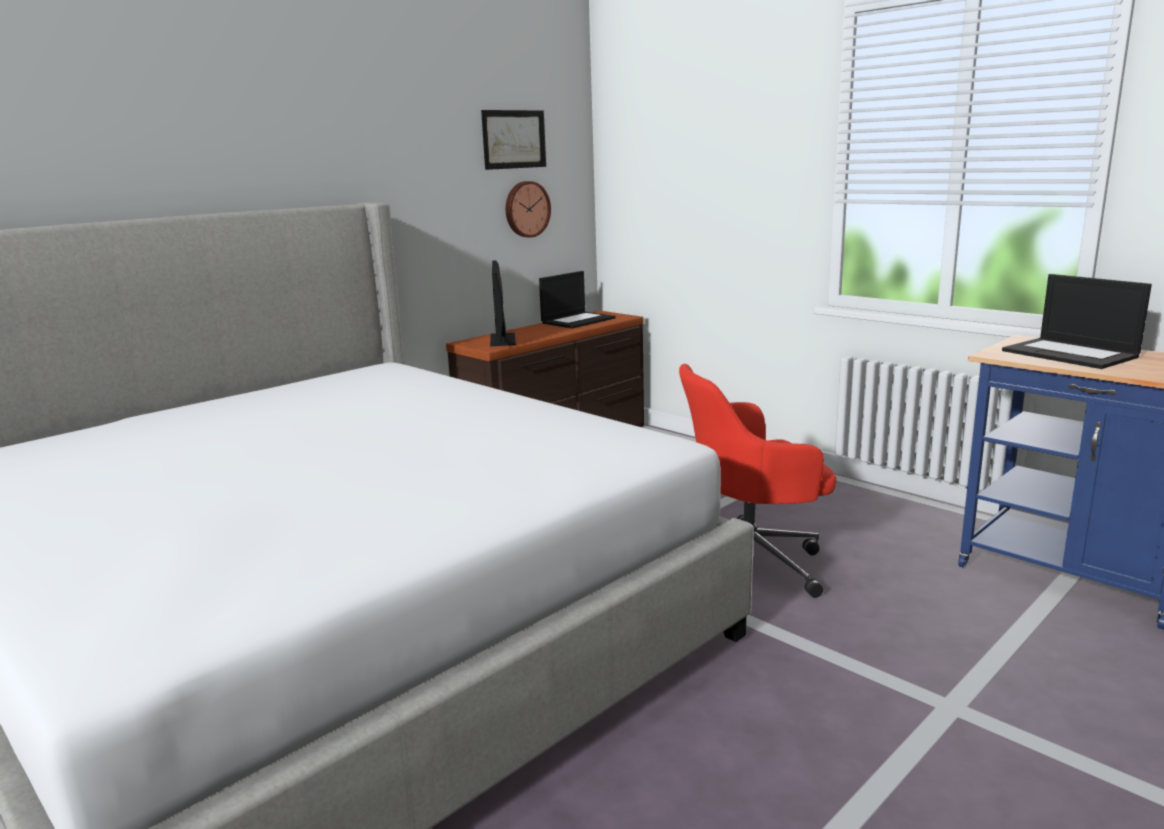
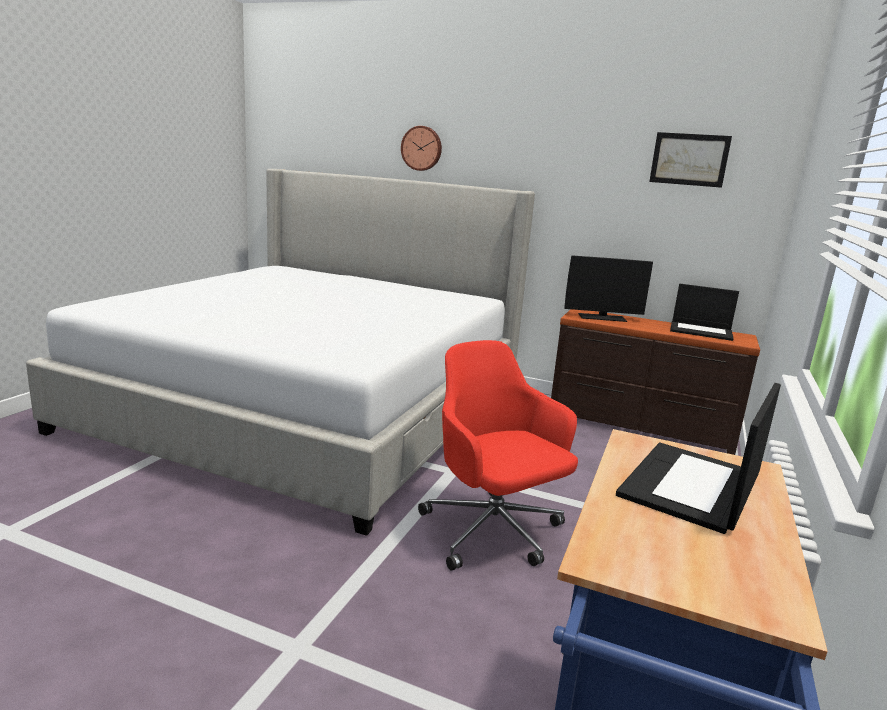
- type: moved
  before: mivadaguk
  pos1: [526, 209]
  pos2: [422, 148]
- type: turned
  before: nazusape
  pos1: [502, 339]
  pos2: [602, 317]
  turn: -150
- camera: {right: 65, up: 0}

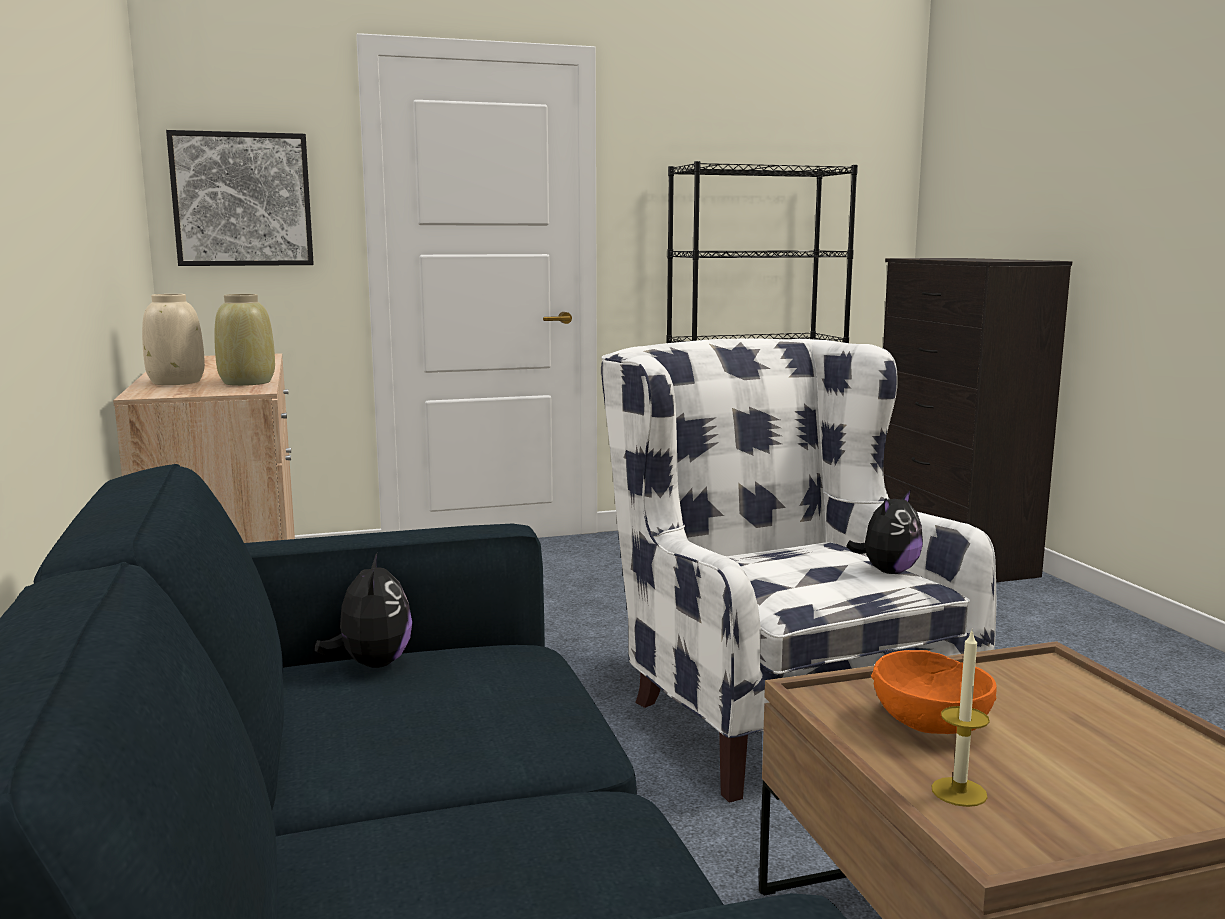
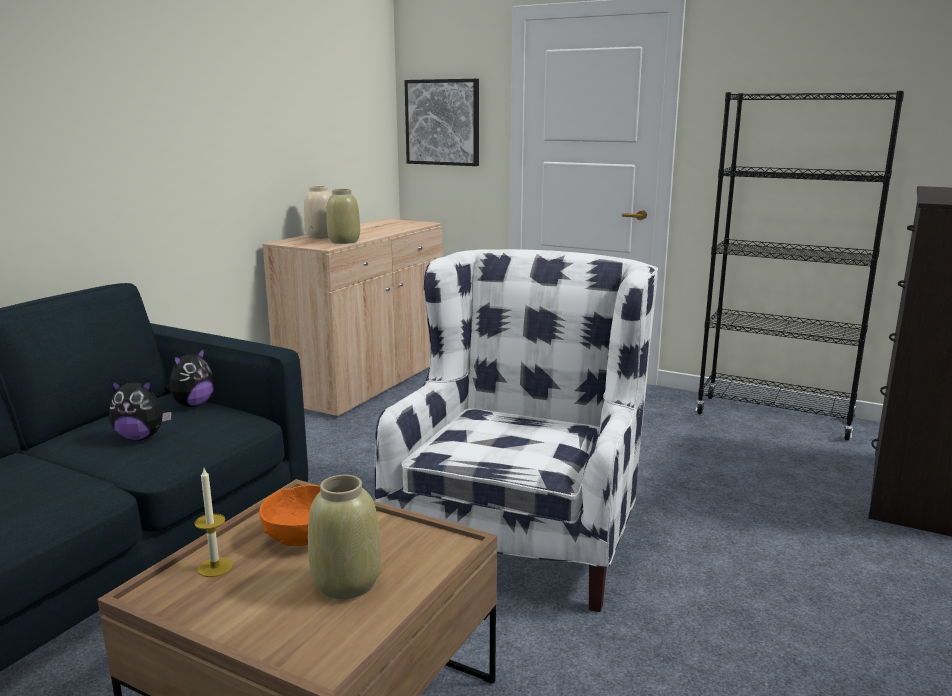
- type: moved
  before: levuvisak
  pos1: [888, 571]
  pos2: [141, 437]
- type: added
  after: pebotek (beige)
  pos2: [346, 584]
- camera: {right: 45, up: 5}

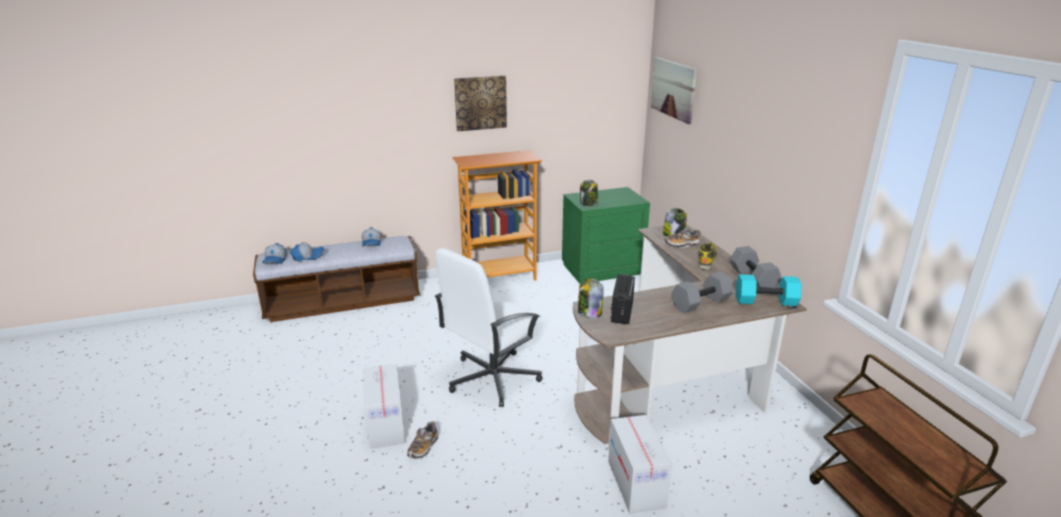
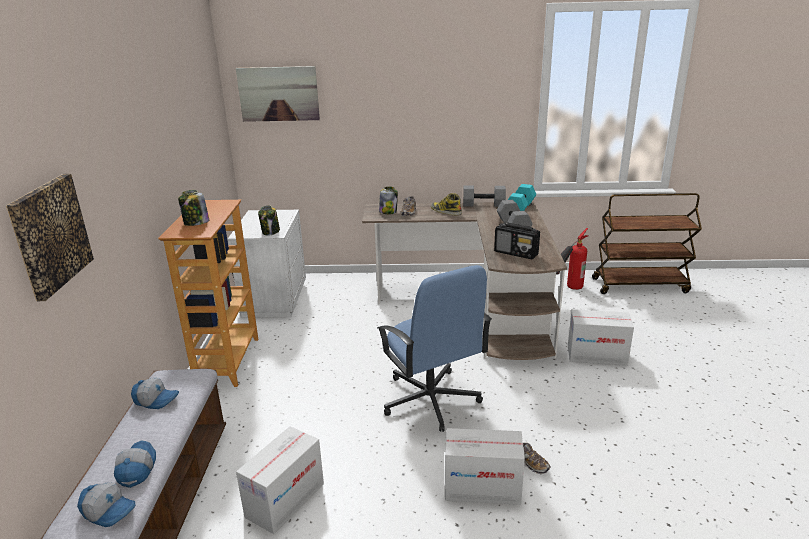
- type: moved
  before: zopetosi
  pos1: [480, 103]
  pos2: [49, 235]
- type: recoloured
  before: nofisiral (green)
  after: nofisiral (white)
  pos1: [601, 269]
  pos2: [273, 299]
- type: recoloured
  before: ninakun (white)
  after: ninakun (blue)
  pos1: [492, 378]
  pos2: [430, 400]
- type: moved
  before: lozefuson
  pos1: [589, 312]
  pos2: [196, 223]
- type: added
  after: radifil
  pos2: [566, 291]
- type: added
  after: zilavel
  pos2: [285, 500]
- camera: {right: -70, up: 0}

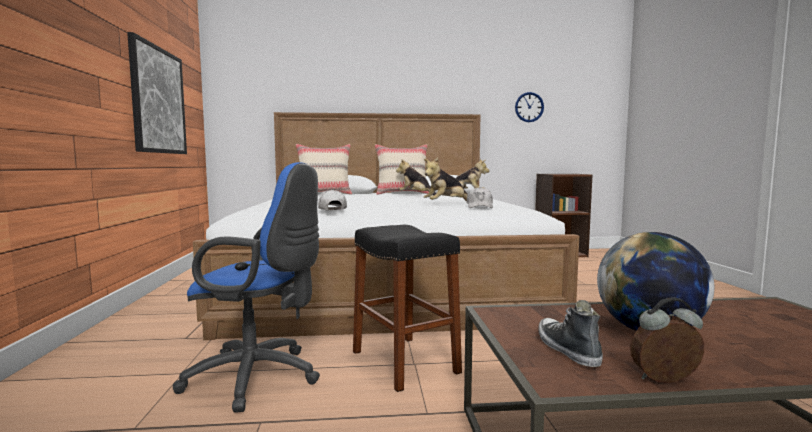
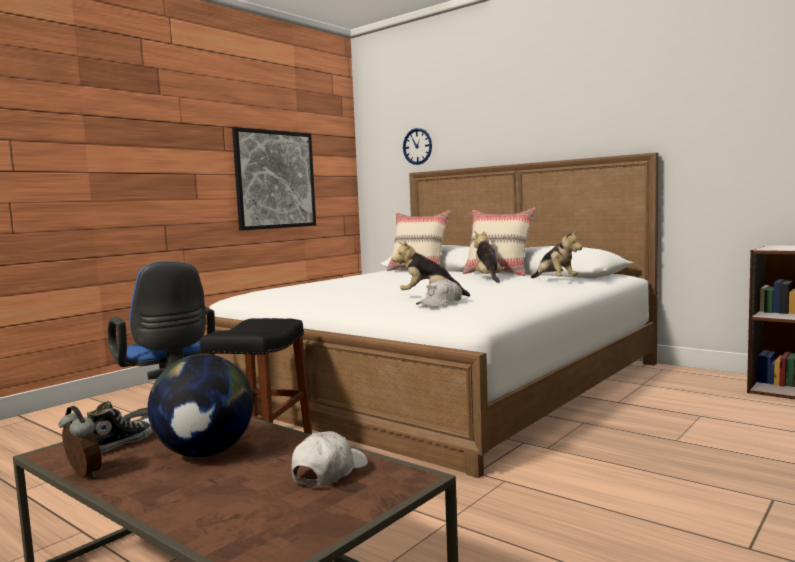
- type: moved
  before: mivadaguk
  pos1: [529, 107]
  pos2: [417, 146]
- type: moved
  before: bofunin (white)
  pos1: [331, 210]
  pos2: [329, 472]
- camera: {right: 45, up: 0}

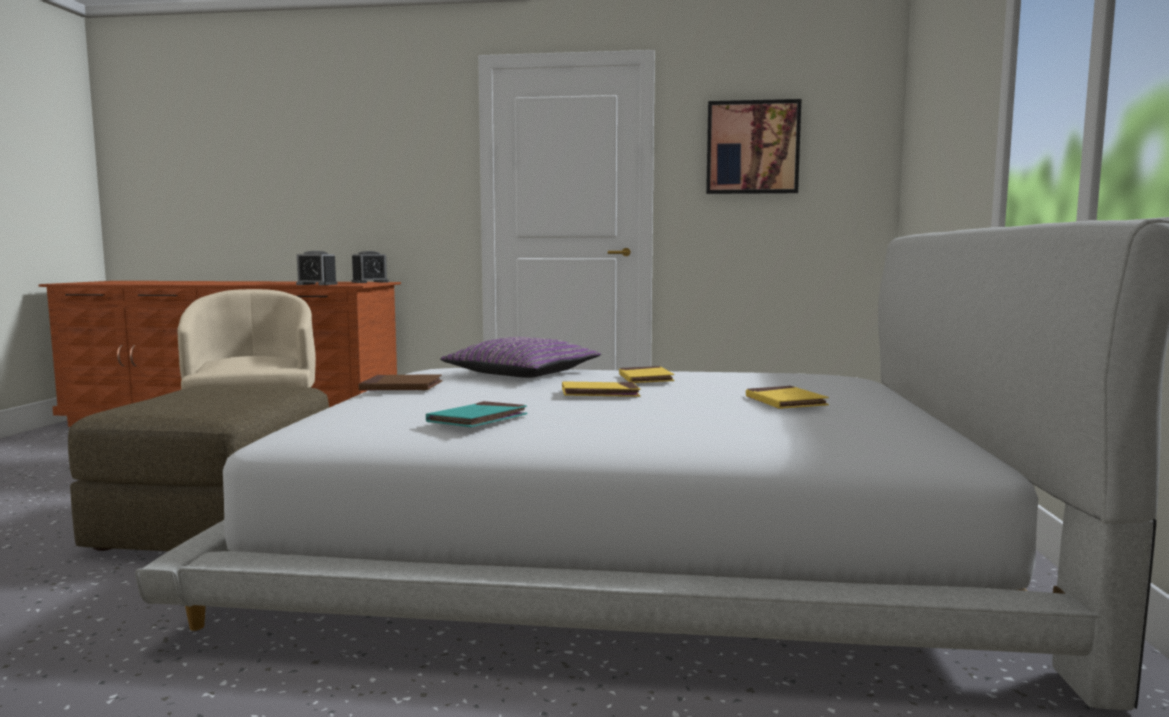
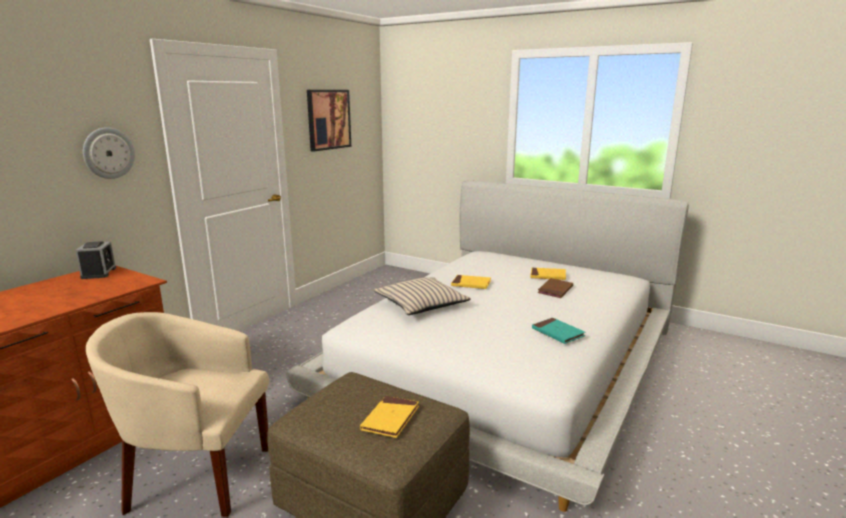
- type: removed
  before: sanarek
  pos1: [317, 284]
- type: recoloured
  before: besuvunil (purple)
  after: besuvunil (beige)
  pos1: [522, 373]
  pos2: [421, 304]
- type: moved
  before: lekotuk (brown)
  pos1: [401, 387]
  pos2: [555, 290]
- type: moved
  before: lekotuk (yellow)
  pos1: [600, 394]
  pos2: [390, 419]
- type: added
  after: mivadaguk
  pos2: [108, 153]
- camera: {right: -65, up: 10}

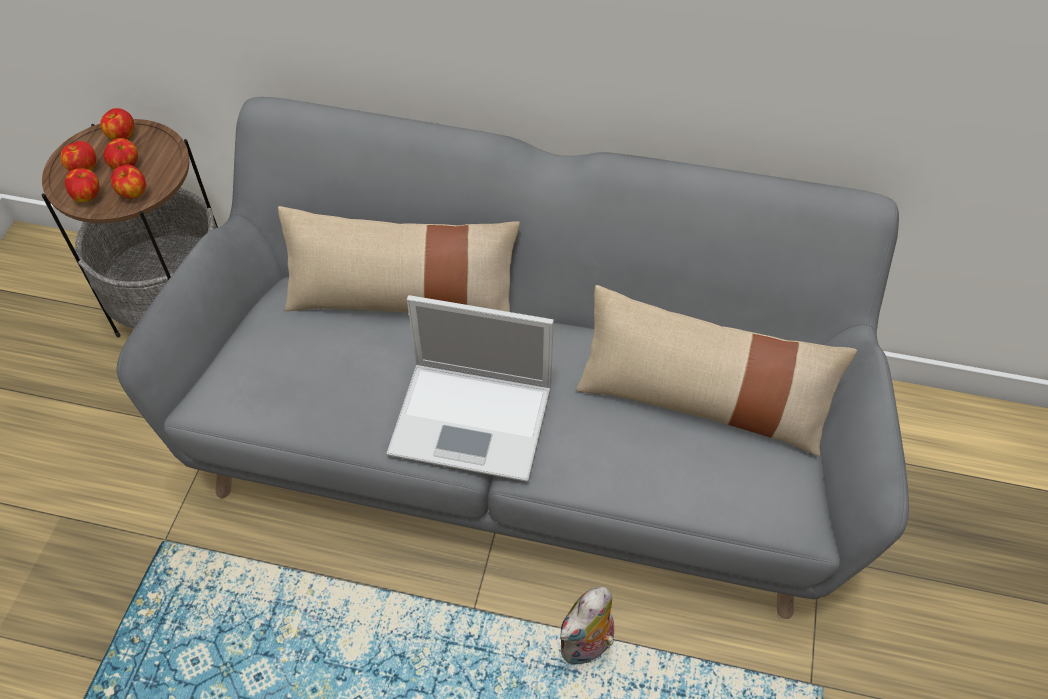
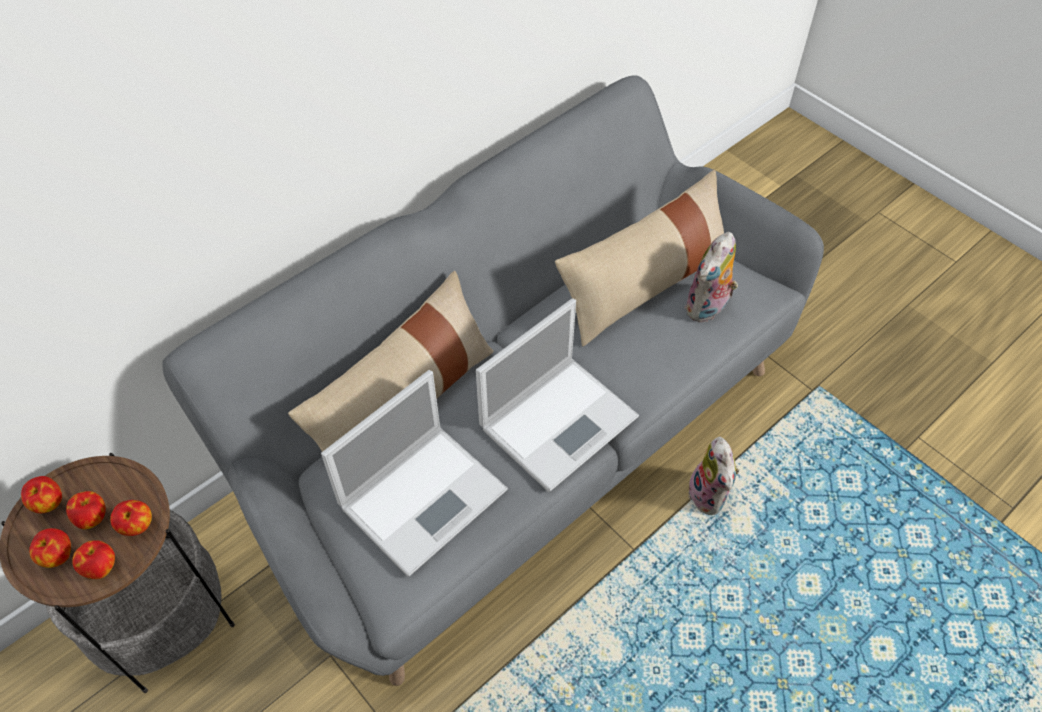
- type: added
  after: levuvisak
  pos2: [707, 308]
- type: added
  after: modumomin
  pos2: [425, 495]
- camera: {right: -55, up: 0}

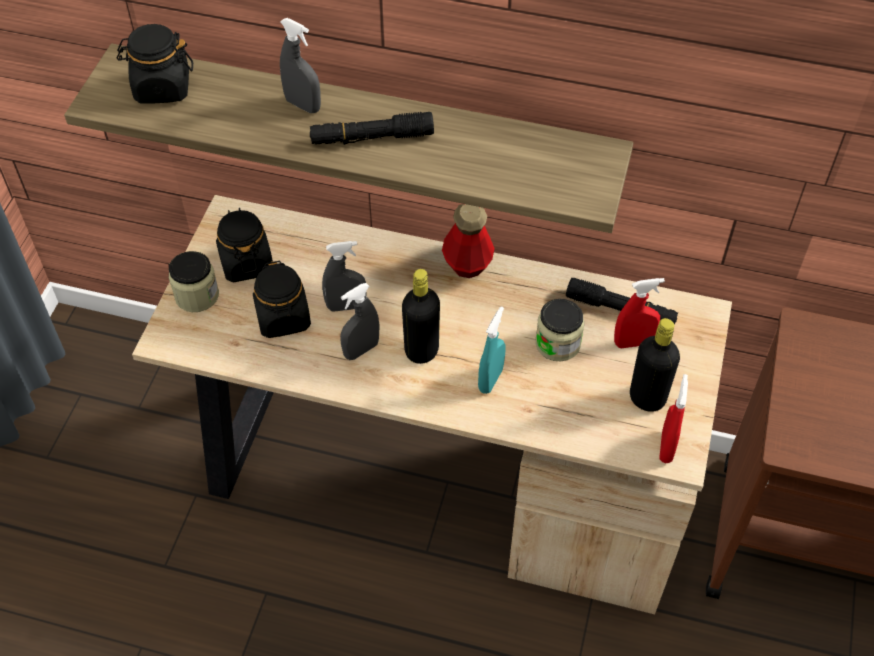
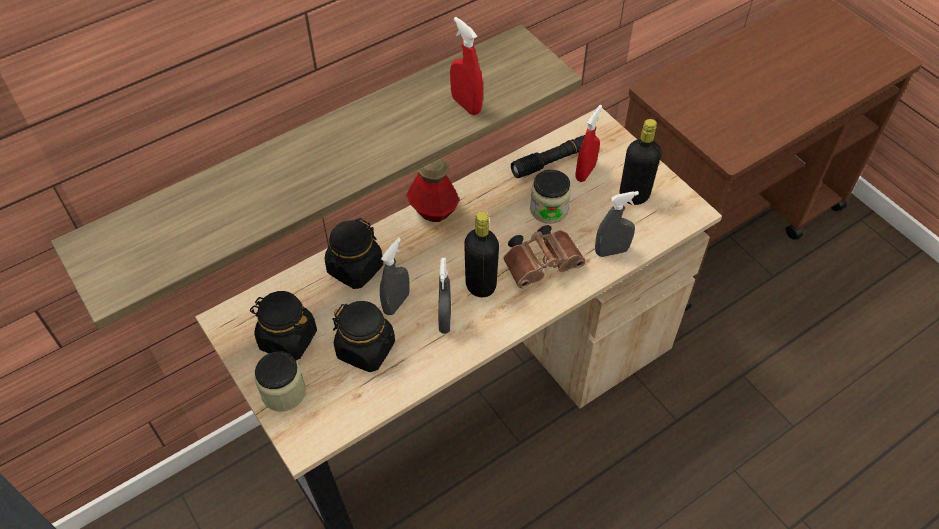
- type: moved
  before: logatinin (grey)
  pos1: [303, 105]
  pos2: [611, 251]
- type: moved
  before: lozefuson (black)
  pos1: [162, 88]
  pos2: [355, 269]
- type: removed
  before: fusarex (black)
  pos1: [371, 138]
- type: replaced
  before: logatinin (turquoise)
  after: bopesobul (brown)
  pos1: [490, 380]
  pos2: [543, 264]
- type: moved
  before: logatinin (red)
  pos1: [666, 447]
  pos2: [466, 105]
- camera: {right: -50, up: 0}

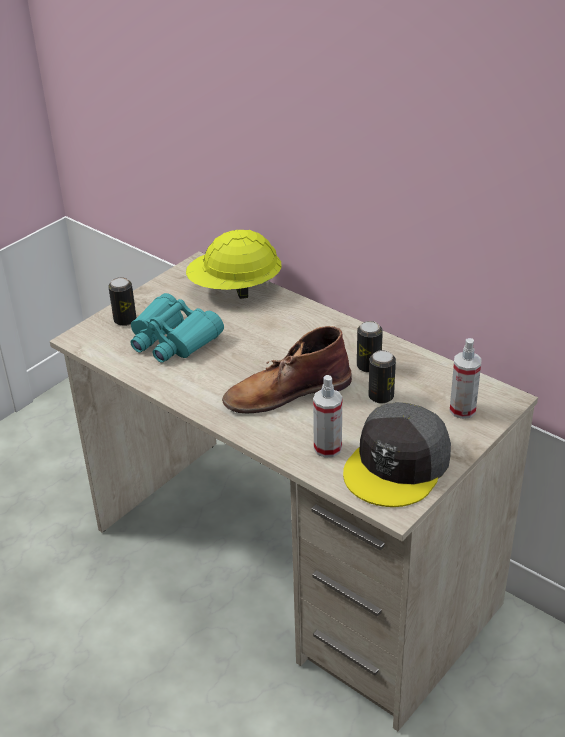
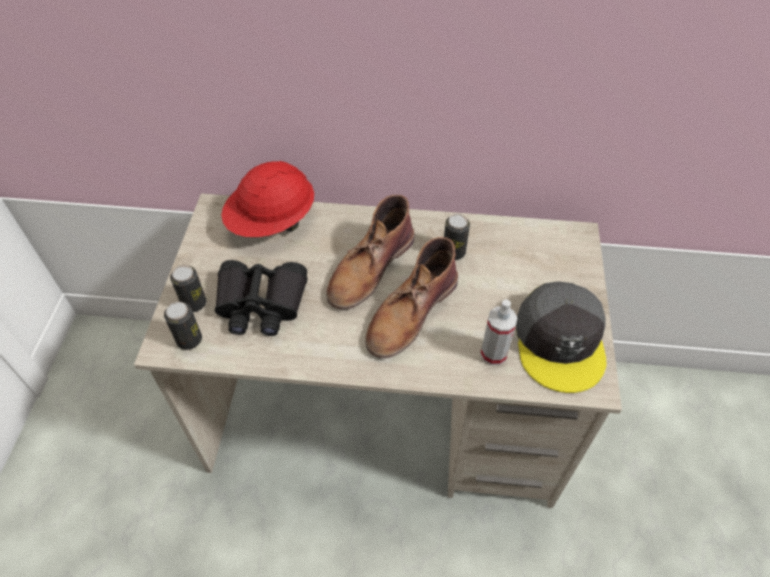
- type: recoloured
  before: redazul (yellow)
  after: redazul (red)
  pos1: [235, 289]
  pos2: [272, 222]
- type: recoloured
  before: bopesobul (turquoise)
  after: bopesobul (black)
  pos1: [173, 339]
  pos2: [261, 304]
- type: removed
  before: logatinin
  pos1: [462, 410]
- type: moved
  before: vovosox
  pos1: [381, 396]
  pos2: [189, 340]
- type: added
  after: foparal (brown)
  pos2: [369, 268]
- camera: {right: -35, up: 15}

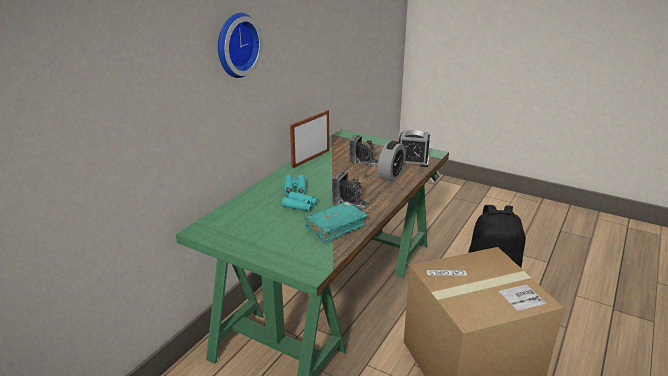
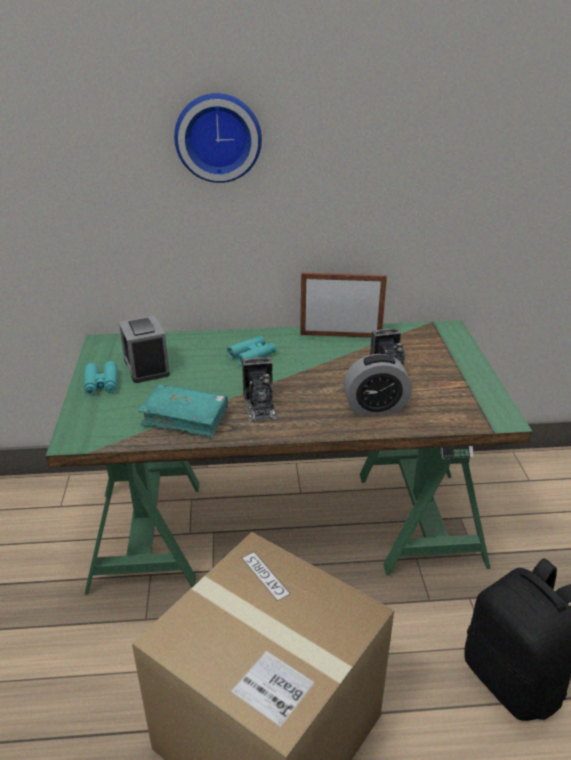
- type: moved
  before: sanarek
  pos1: [412, 161]
  pos2: [146, 367]
- type: moved
  before: bopesobul (turquoise)
  pos1: [300, 205]
  pos2: [101, 384]
- camera: {right: 55, up: 5}

